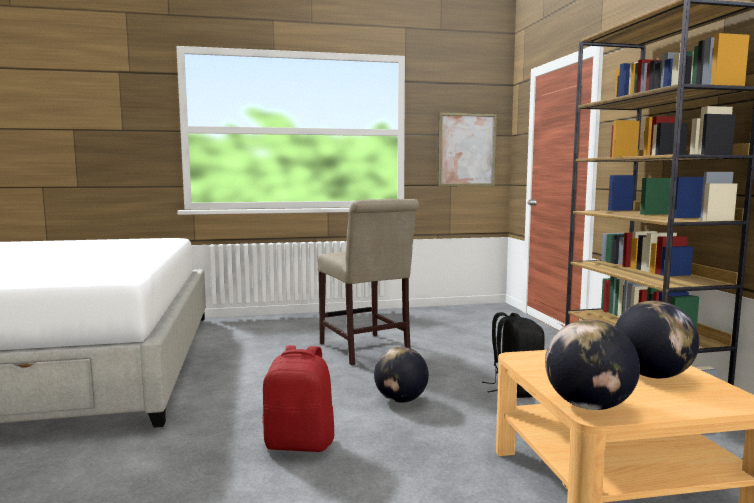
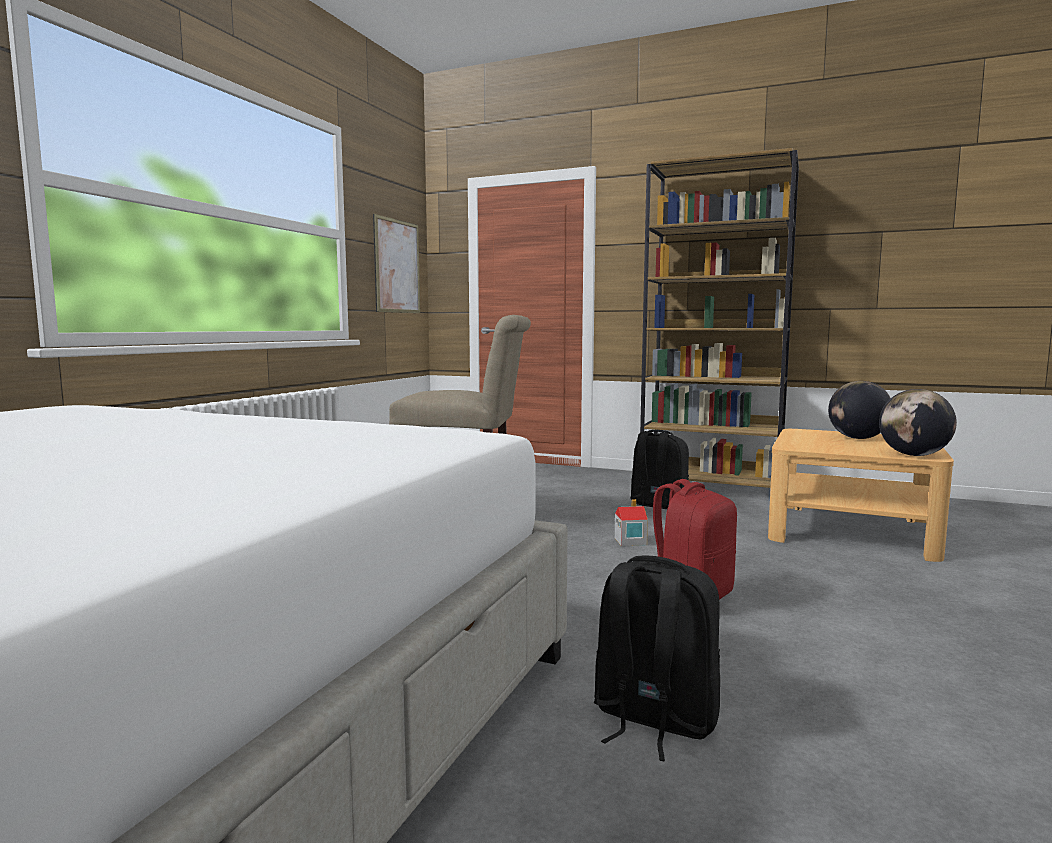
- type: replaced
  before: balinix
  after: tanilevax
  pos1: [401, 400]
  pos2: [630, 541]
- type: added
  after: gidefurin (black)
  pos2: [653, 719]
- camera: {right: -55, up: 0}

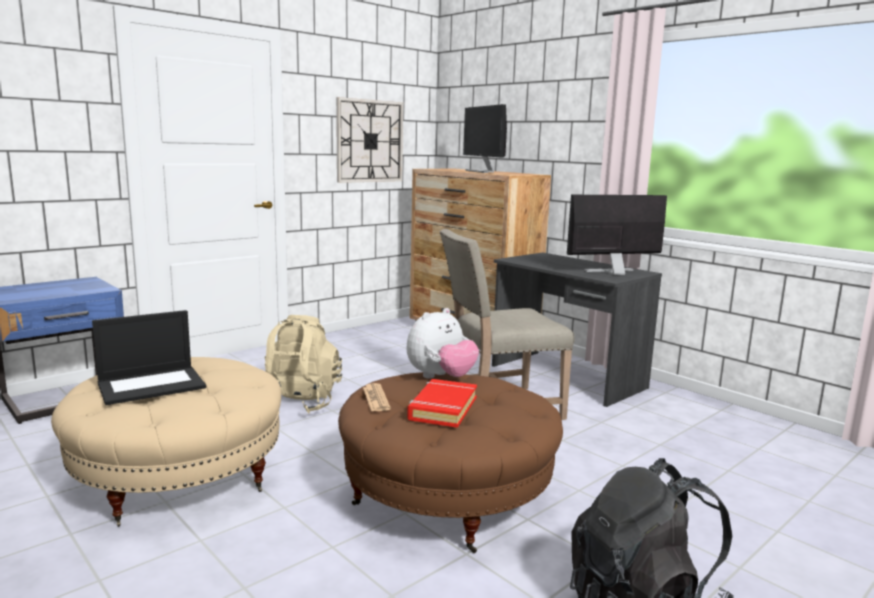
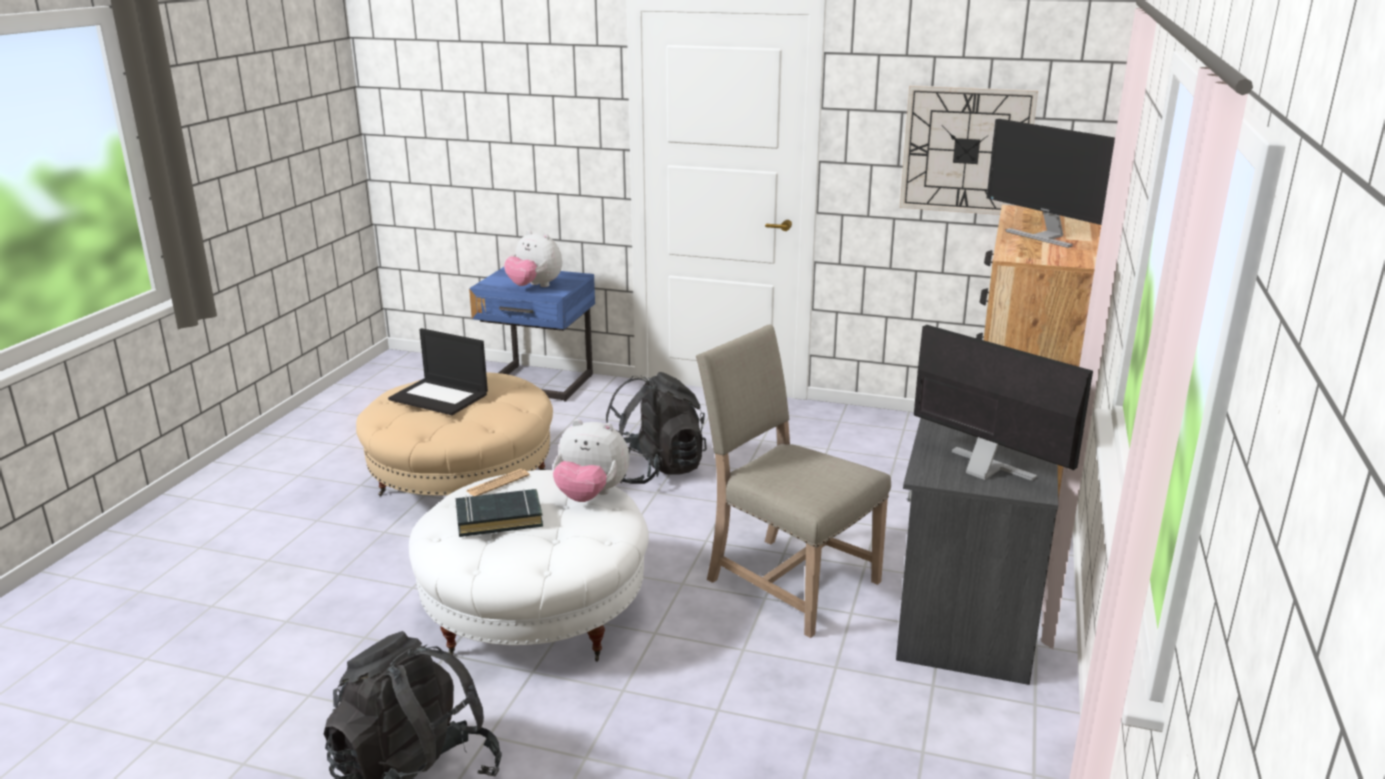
- type: turned
  before: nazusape
  pos1: [482, 172]
  pos2: [1045, 236]
  turn: -75
- type: recoloured
  before: gidefurin (beige)
  after: gidefurin (black)
  pos1: [299, 402]
  pos2: [654, 470]
- type: recoloured
  before: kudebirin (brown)
  after: kudebirin (white)
  pos1: [447, 497]
  pos2: [535, 614]
- type: recoloured
  before: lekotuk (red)
  after: lekotuk (black)
  pos1: [442, 408]
  pos2: [499, 518]
- type: added
  after: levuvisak
  pos2: [534, 287]
- camera: {right: 60, up: 10}

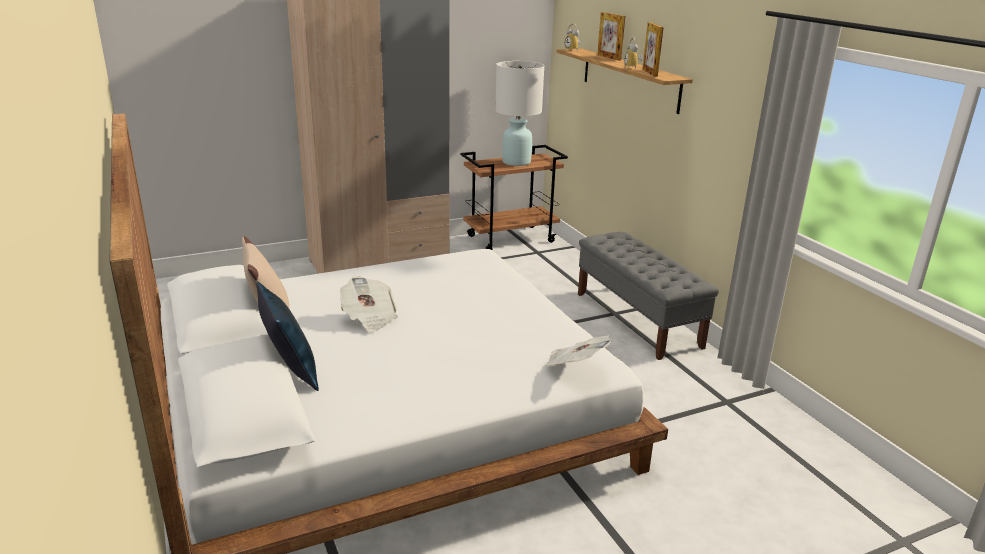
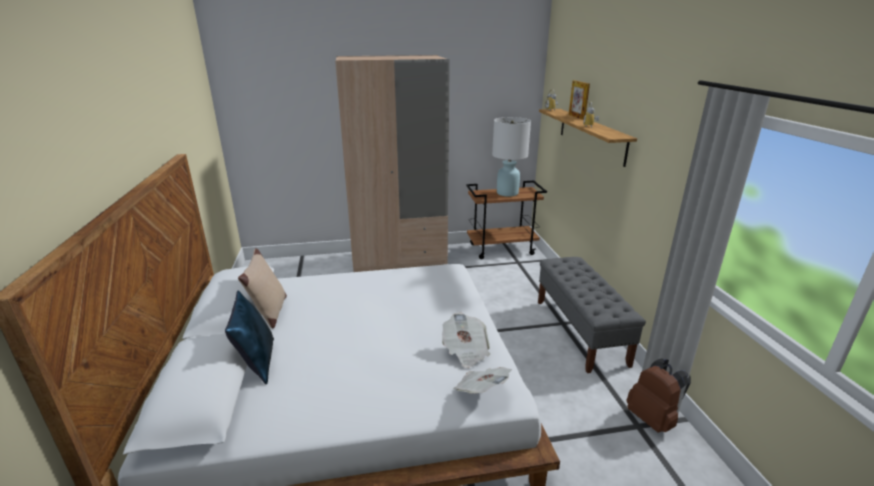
- type: removed
  before: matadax
  pos1: [649, 73]
- type: moved
  before: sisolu
  pos1: [369, 317]
  pos2: [465, 351]
- type: added
  after: gidefurin (brown)
  pos2: [653, 419]
- camera: {right: 15, up: 0}

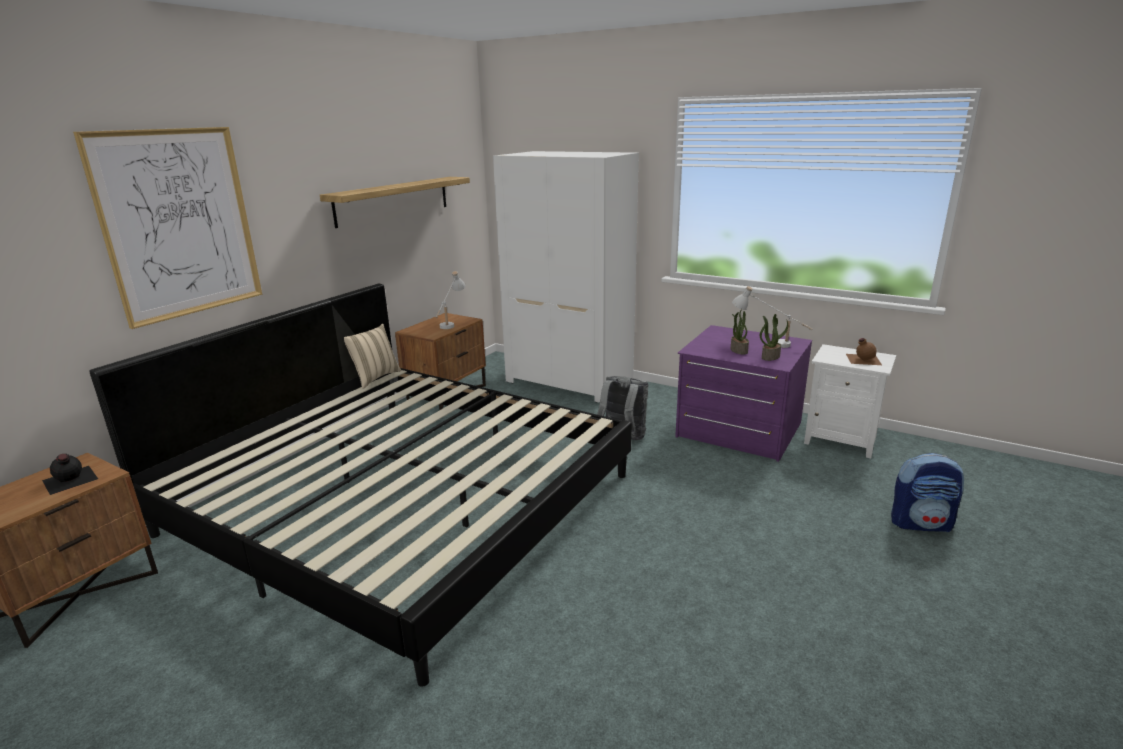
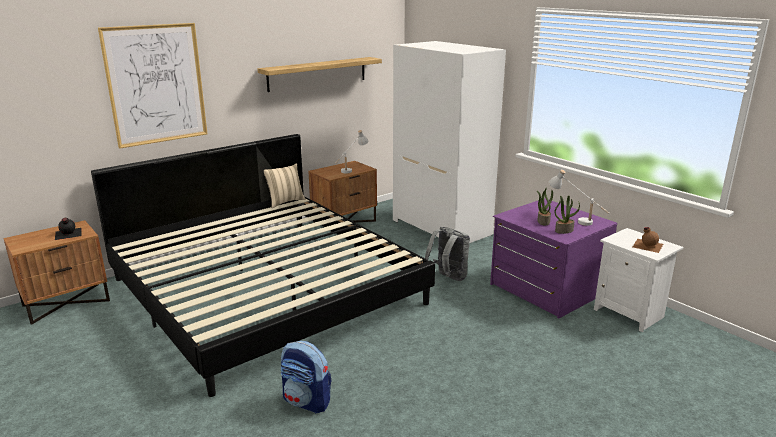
- type: moved
  before: gidefurin
  pos1: [921, 523]
  pos2: [307, 401]
- camera: {right: 20, up: 0}

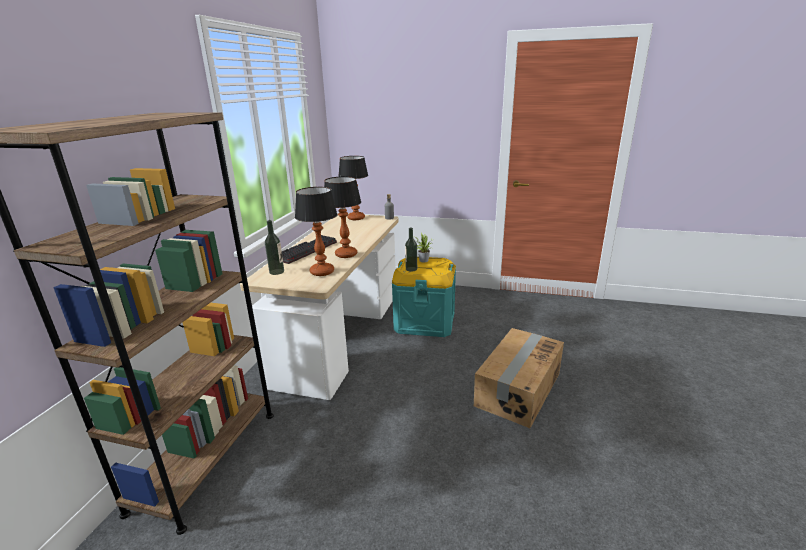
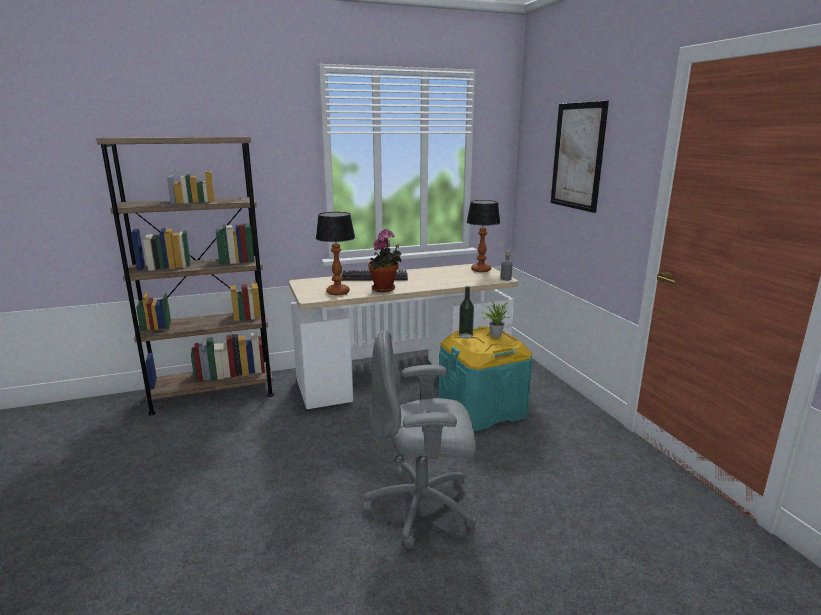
- type: replaced
  before: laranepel
  after: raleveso
  pos1: [346, 254]
  pos2: [385, 289]
- type: removed
  before: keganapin
  pos1: [277, 272]
- type: replaced
  before: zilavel
  after: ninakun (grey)
  pos1: [517, 389]
  pos2: [423, 507]
- type: added
  after: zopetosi
  pos2: [577, 156]
- camera: {right: 55, up: -5}

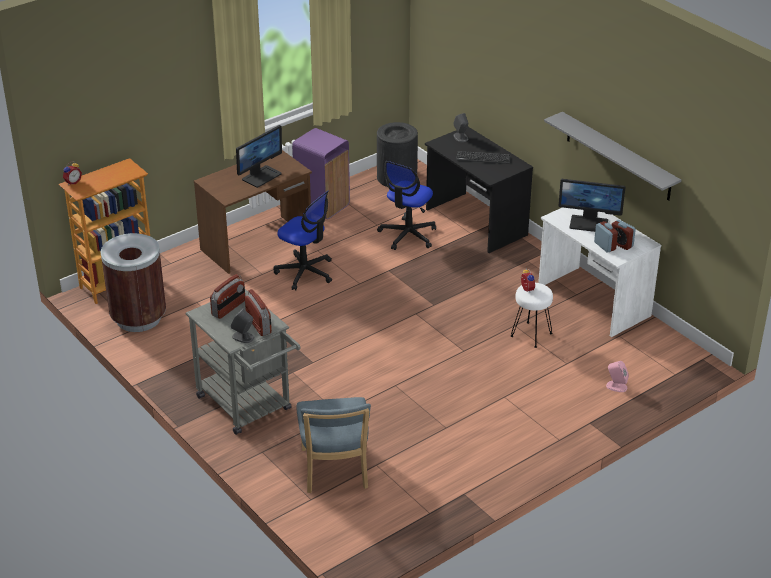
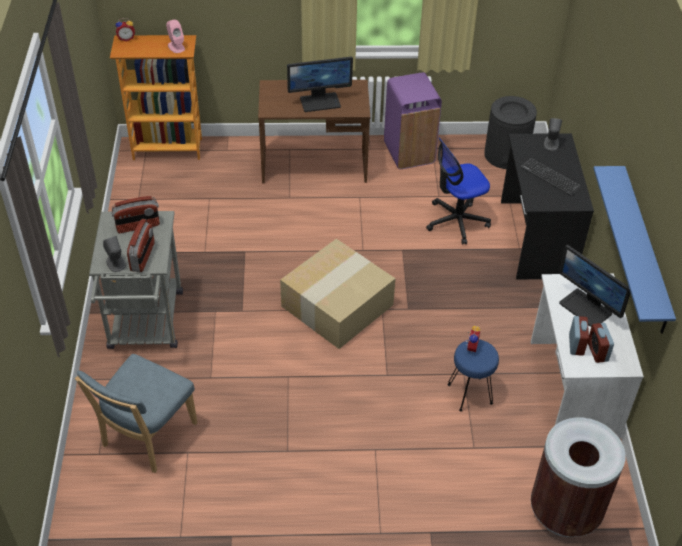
- type: recoloured
  before: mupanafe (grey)
  after: mupanafe (blue)
  pos1: [618, 157]
  pos2: [644, 250]
- type: removed
  before: ninakun
  pos1: [305, 272]
- type: moved
  before: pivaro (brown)
  pos1: [138, 318]
  pos2: [565, 511]
- type: recoloured
  before: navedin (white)
  after: navedin (blue)
  pos1: [531, 334]
  pos2: [470, 393]
- type: moved
  before: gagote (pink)
  pos1: [616, 386]
  pos2: [176, 47]
- type: added
  after: zilavel
  pos2: [337, 304]
- camera: {right: 35, up: 10}

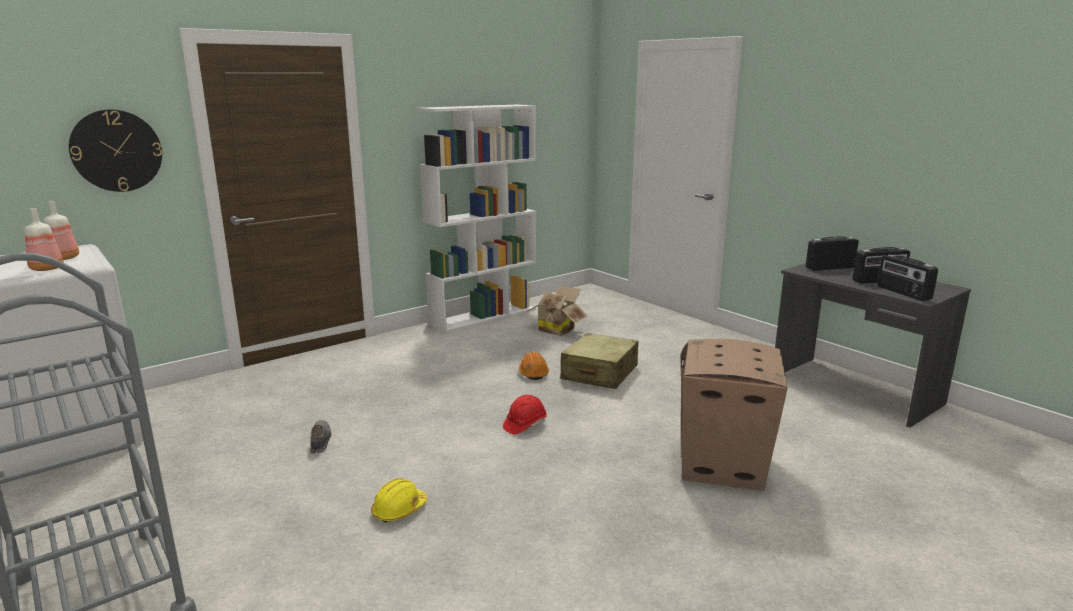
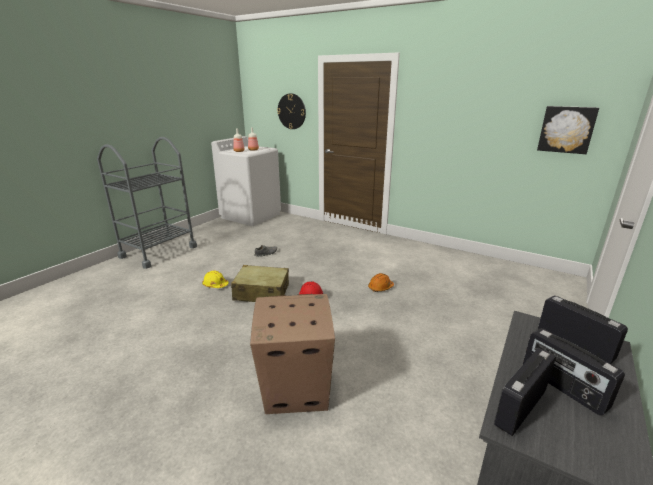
- type: removed
  before: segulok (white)
  pos1: [483, 316]
- type: removed
  before: zilavel
  pos1: [557, 329]
- type: moved
  before: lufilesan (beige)
  pos1: [599, 373]
  pos2: [261, 292]
- type: added
  after: zopetosi
  pos2: [566, 129]
- camera: {right: 70, up: 5}

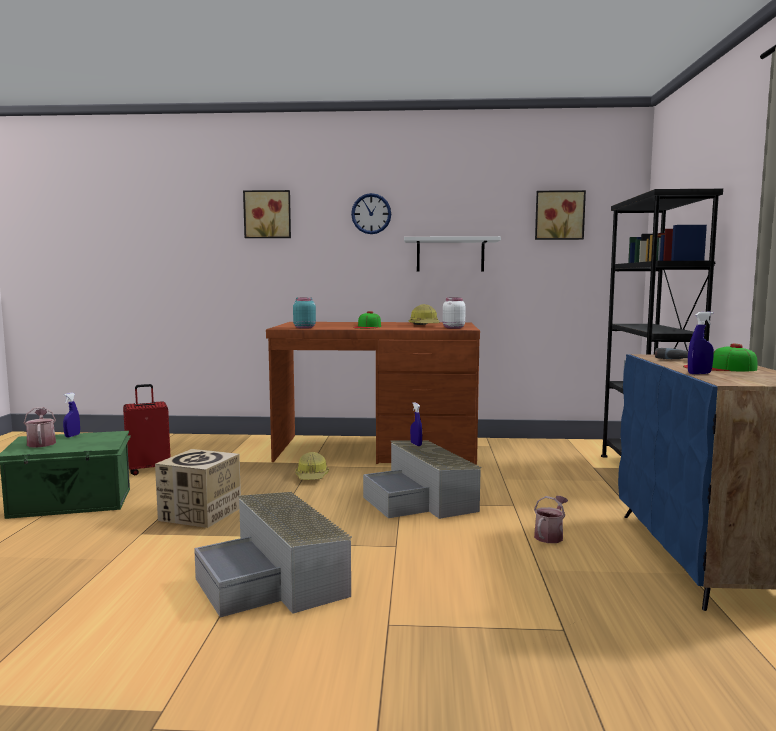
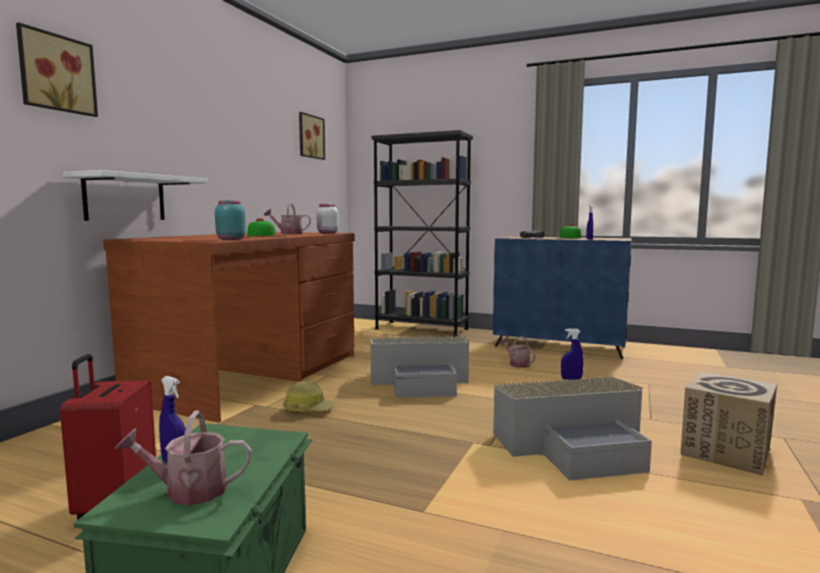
- type: removed
  before: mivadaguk
  pos1: [371, 213]
- type: moved
  before: mupanafe (white)
  pos1: [450, 255]
  pos2: [125, 198]
- type: replaced
  before: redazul
  after: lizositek
  pos1: [425, 326]
  pos2: [288, 233]
- type: moved
  before: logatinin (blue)
  pos1: [416, 444]
  pos2: [571, 379]
- type: moved
  before: zilavel
  pos1: [200, 514]
  pos2: [726, 451]
- camera: {right: -70, up: 0}

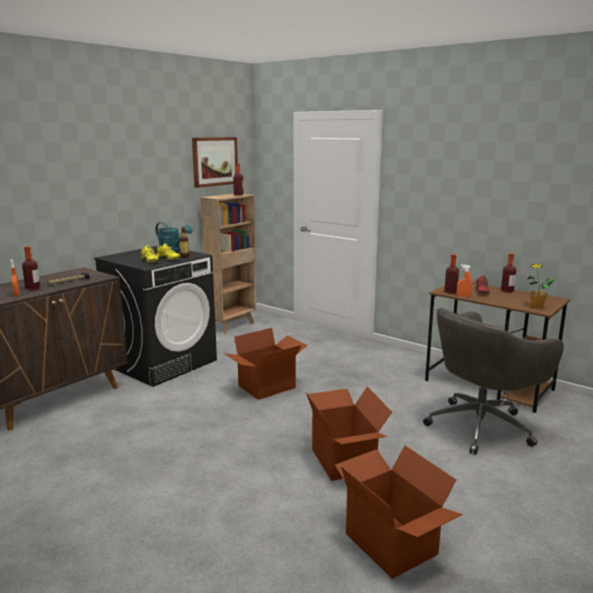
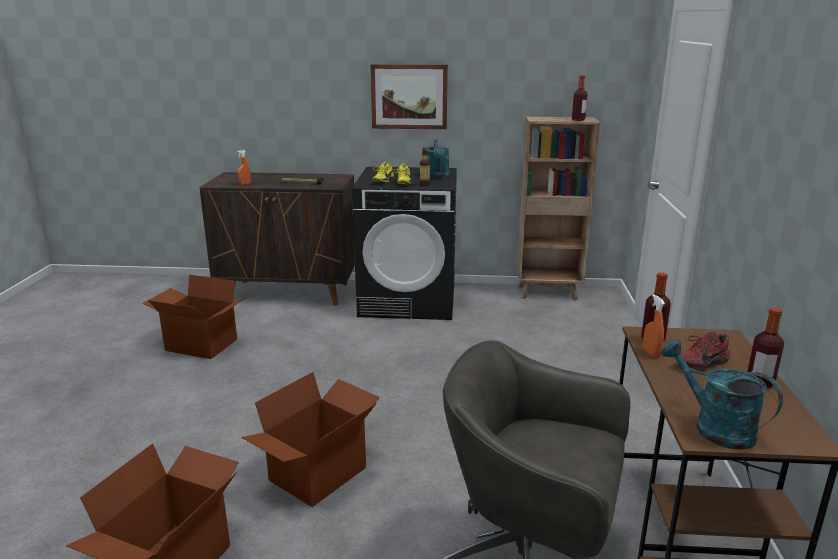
- type: moved
  before: zopetosi
  pos1: [215, 161]
  pos2: [409, 96]
- type: removed
  before: keganapin
  pos1: [33, 289]
- type: replaced
  before: raleveso
  after: lizositek (turquoise)
  pos1: [536, 306]
  pos2: [714, 427]
- type: moved
  before: zilavel
  pos1: [267, 387]
  pos2: [200, 345]
- camera: {right: 55, up: 5}

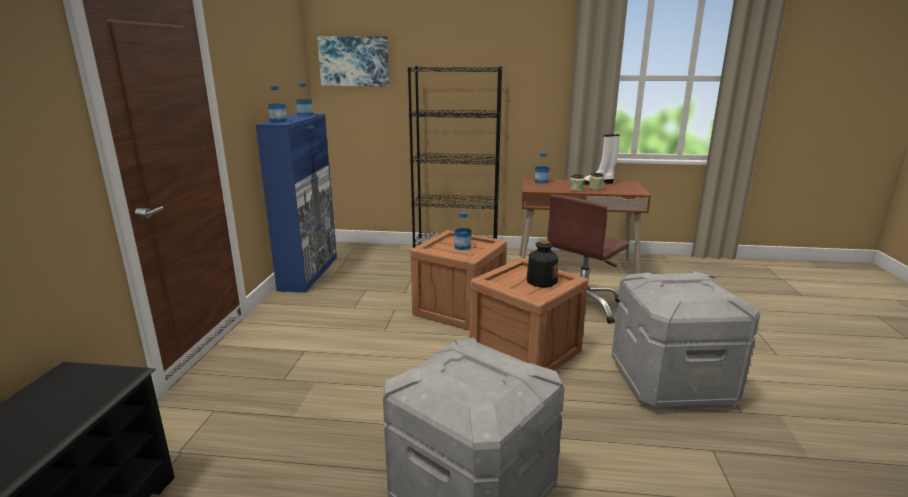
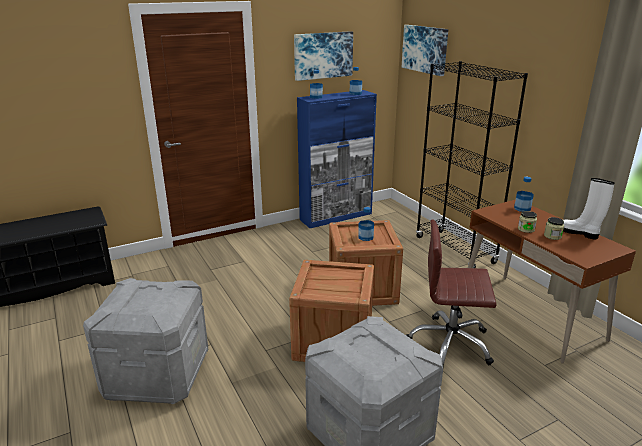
- type: removed
  before: keganapin
  pos1: [541, 281]
- type: added
  after: zopetosi
  pos2: [323, 55]
- camera: {right: 55, up: 5}

